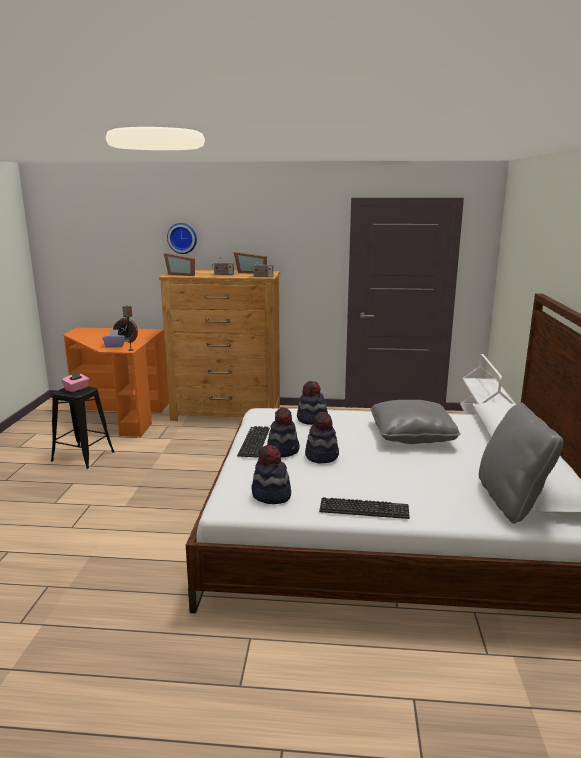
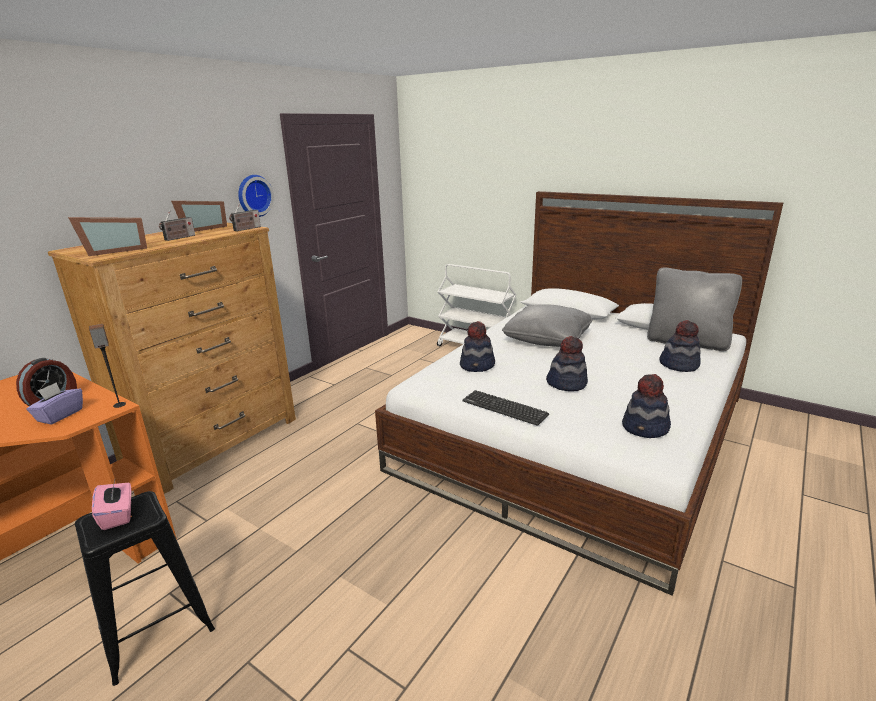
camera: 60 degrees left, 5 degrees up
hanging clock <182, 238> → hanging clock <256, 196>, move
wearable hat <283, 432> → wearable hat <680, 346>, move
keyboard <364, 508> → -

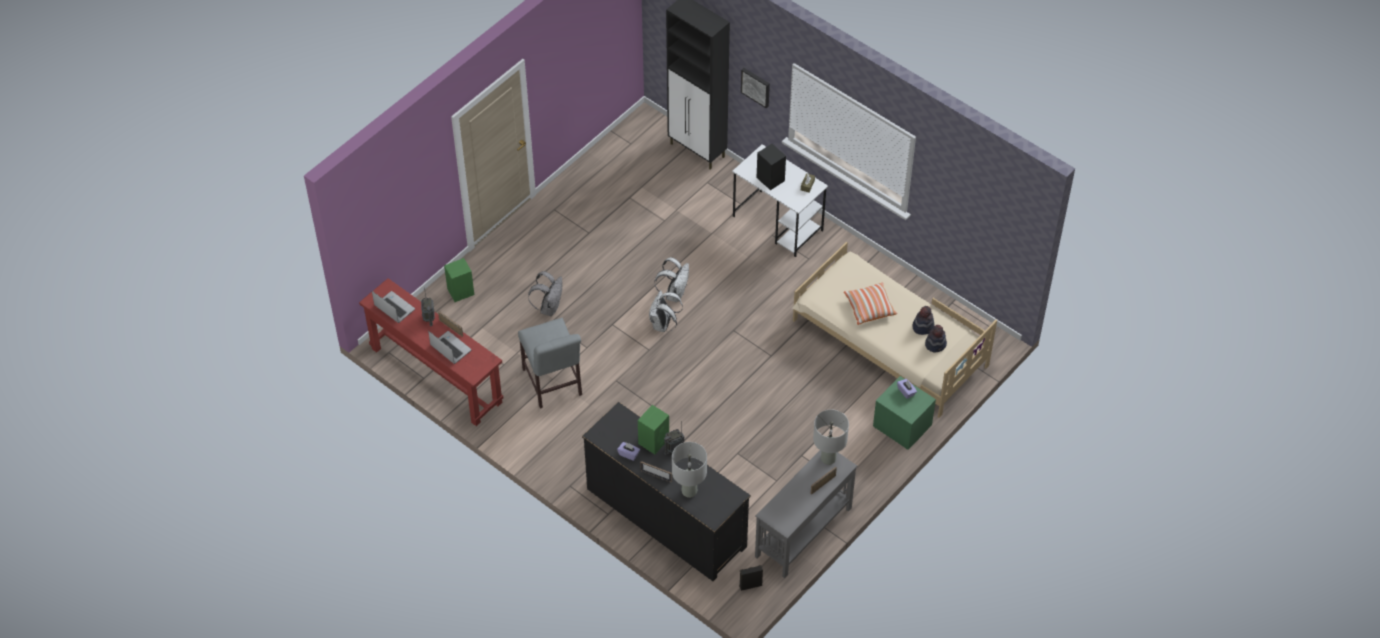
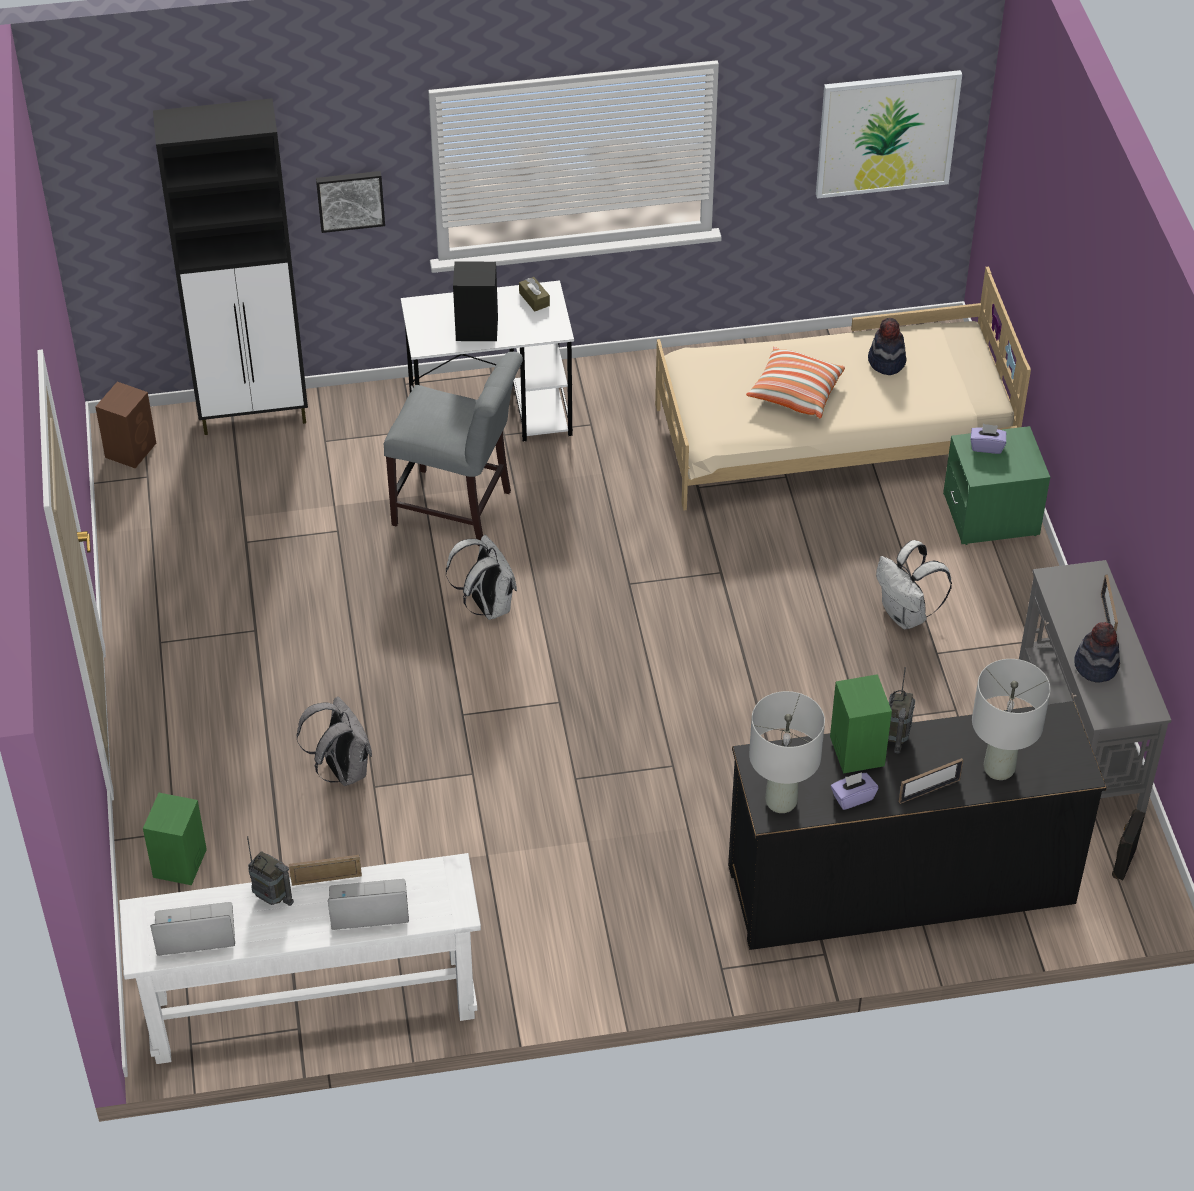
camera: 50 degrees left, 5 degrees down
- → brown loudspeaker <125, 425>
reddish console table <431, 352> → whitish console table <300, 958>
greyish chair <550, 363> → greyish chair <453, 449>, move
greyish tabletop lamp <831, 437> → greyish tabletop lamp <787, 752>, move
- → wall picture <889, 134>
whitish rucksack <666, 311> → whitish rucksack <914, 584>, move
wearable hat <936, 338> → wearable hat <1097, 652>, move

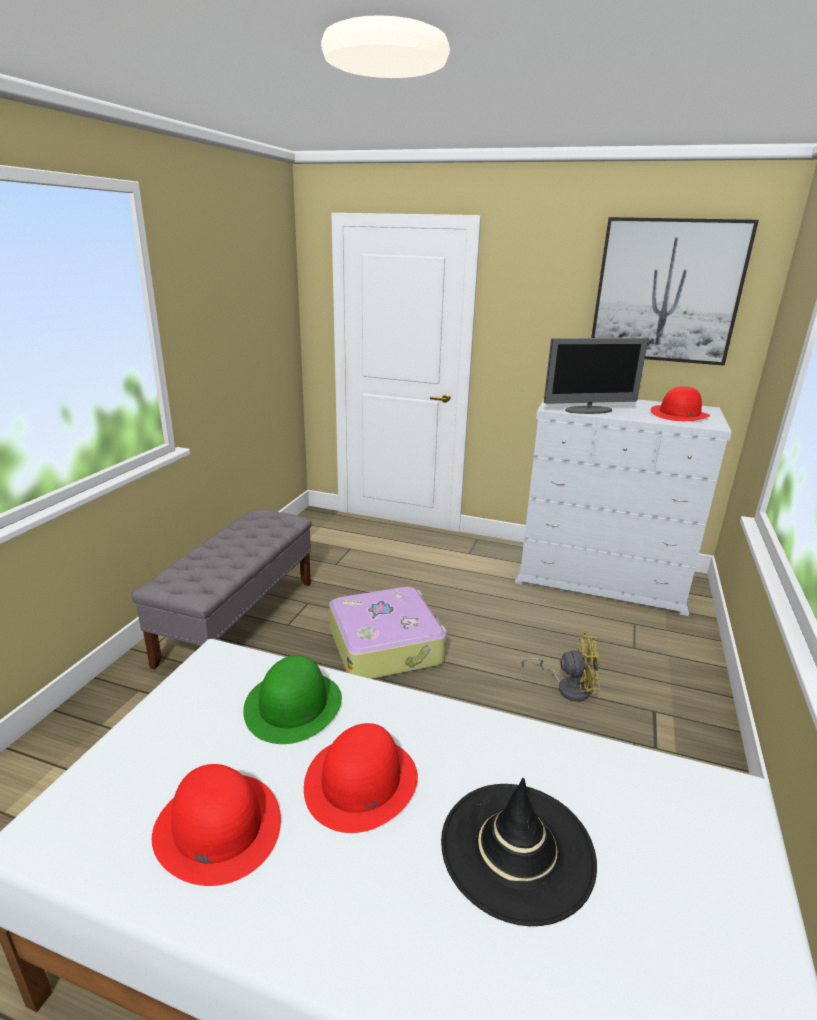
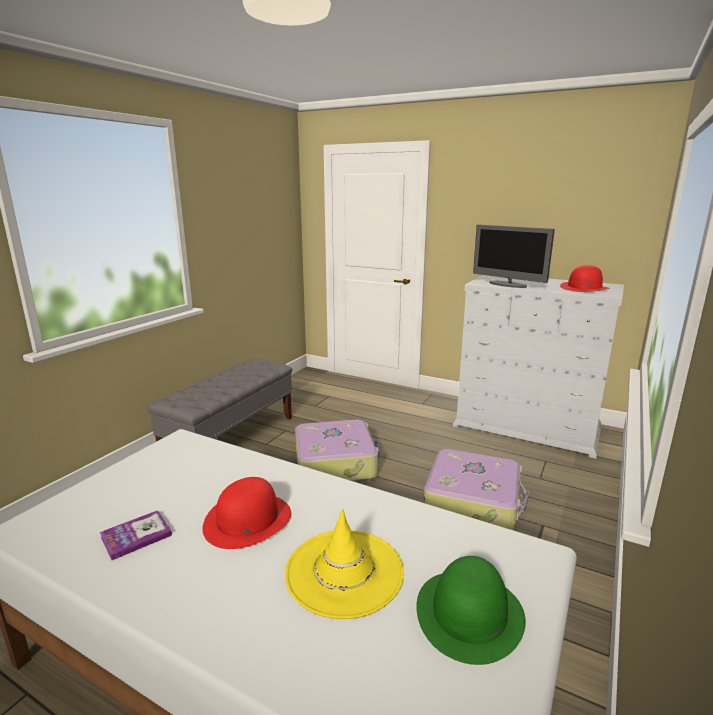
camera: 10 degrees right, 5 degrees down
reddish wearable hat <216, 825> → volume <136, 535>
black wearable hat <519, 852> → yellowish wearable hat <344, 564>
green wearable hat <292, 699> → green wearable hat <471, 610>, move
yellowish electric fan <561, 667> → travel case <476, 490>
computer screen <596, 376> → computer screen <514, 256>, 45 degrees clockwise
wall picture <675, 291> → -

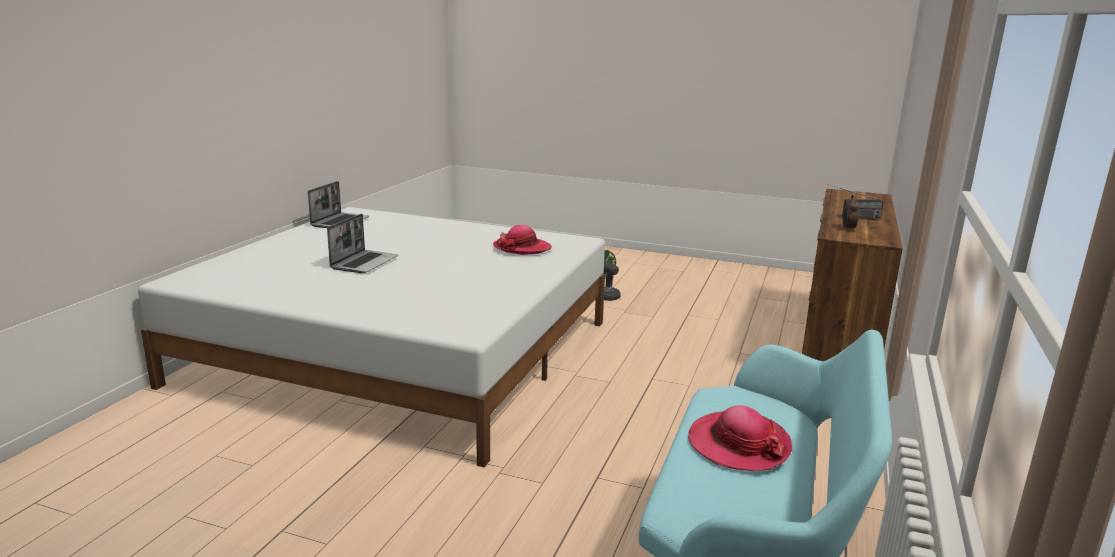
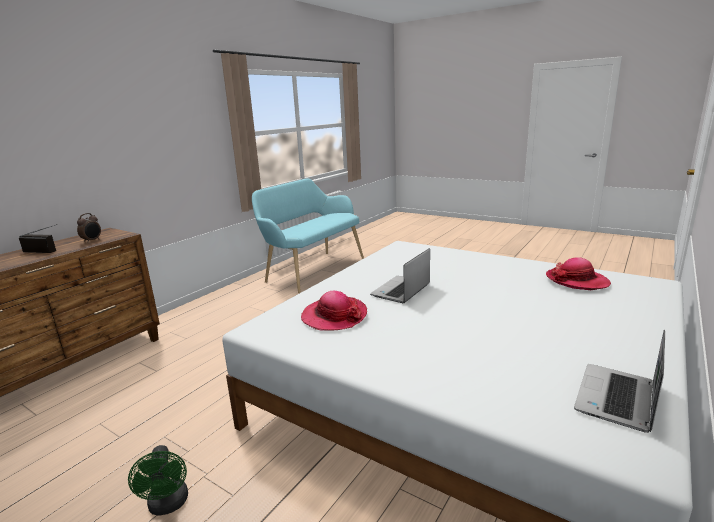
camera: 165 degrees left, 0 degrees up
laptop <362, 243> → laptop <400, 275>, move
wearable hat <740, 438> → wearable hat <578, 273>, move

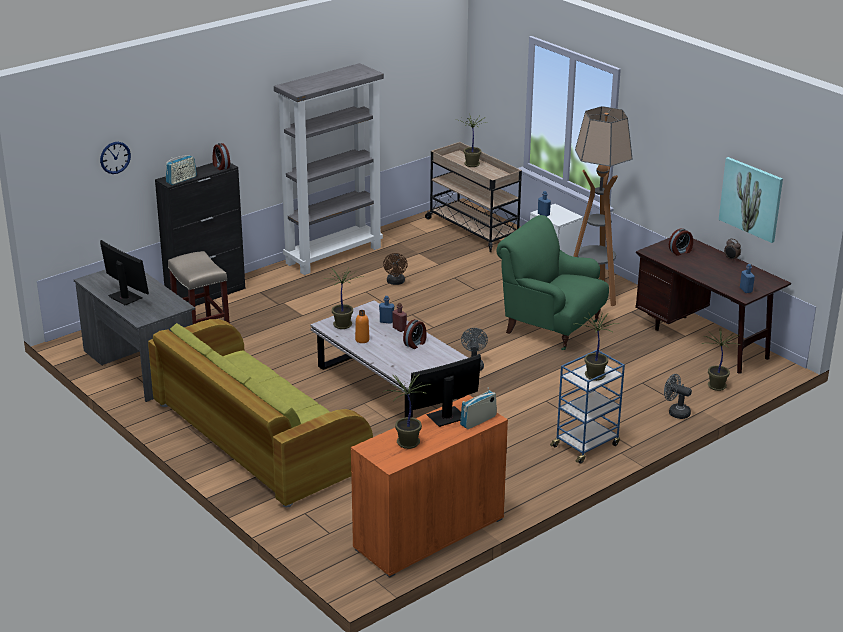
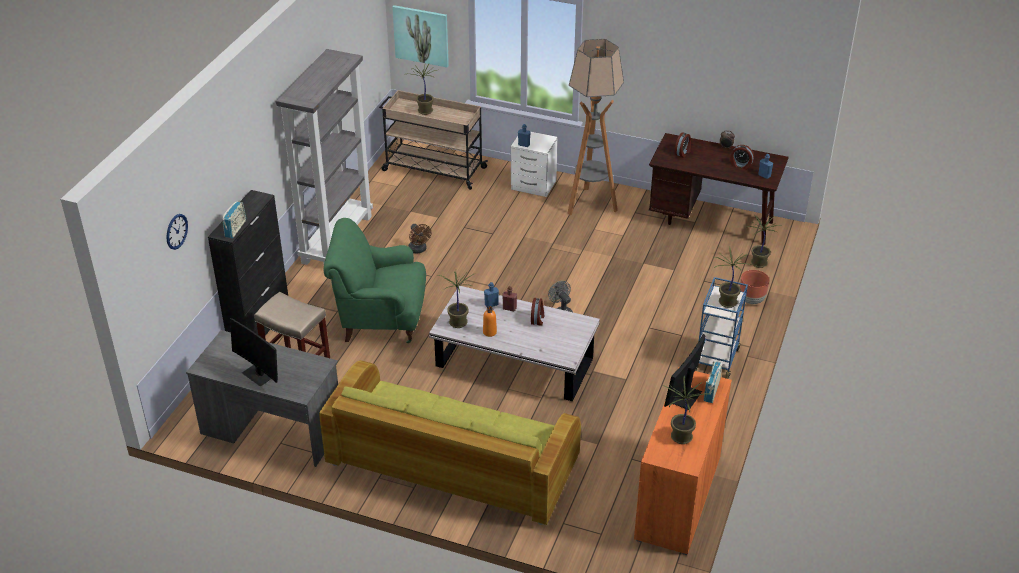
camera: 30 degrees left, 10 degrees up
computer screen <124, 273> → computer screen <254, 352>, 150 degrees counterclockwise
green lounge chair <553, 282> → green lounge chair <375, 280>, move
wall picture <751, 200> → wall picture <420, 36>, move
table clock <221, 156> → table clock <742, 157>, move
greyish electric fan <678, 396> → brown plant pot <754, 287>

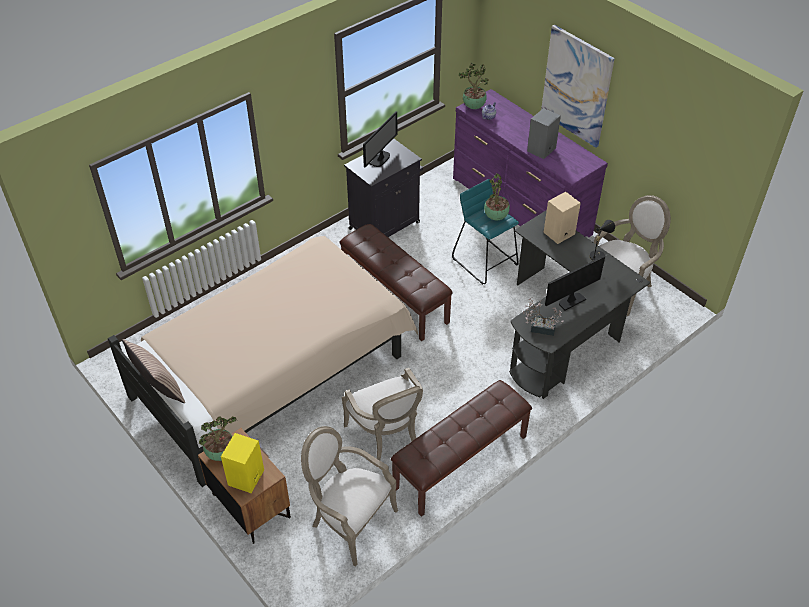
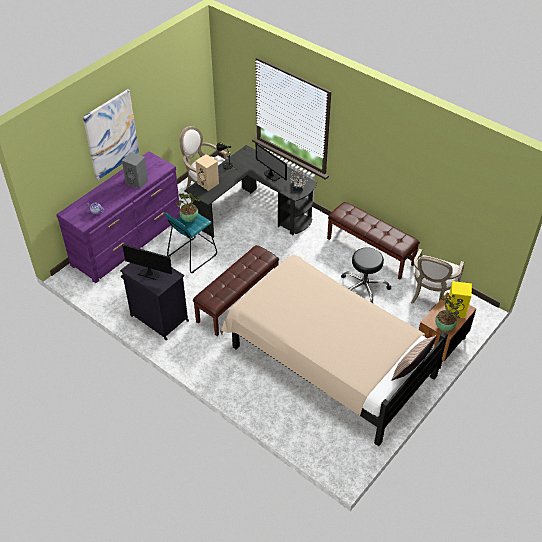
camera: 100 degrees left, 0 degrees up
lounge chair <382, 414> → black sitting stool <366, 275>
plant in a pot <474, 86> → -

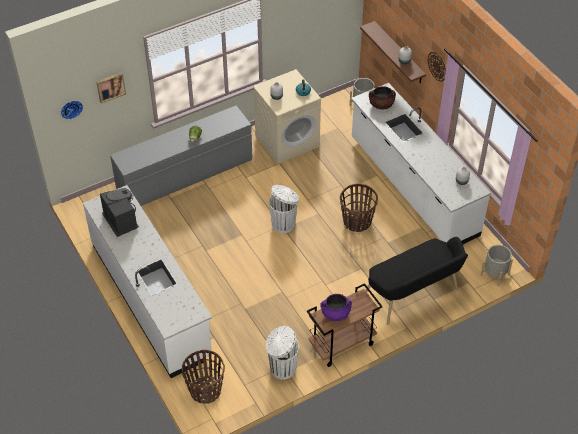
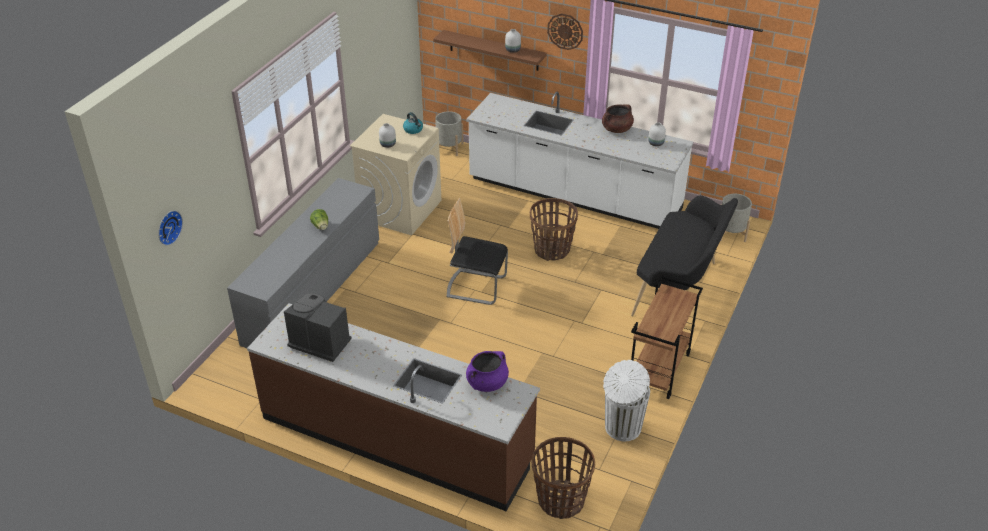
camera: 35 degrees left, 10 degrees down
whitish kitchen base unit <147, 281> → brown kitchen base unit <393, 407>
whitish waste bin <284, 209> → chair <477, 251>
purple-coloured cooking pot <336, 307> → purple-coloured cooking pot <487, 371>, move
brown cooking pot <382, 98> → brown cooking pot <618, 118>, move
wall picture <111, 88> → -

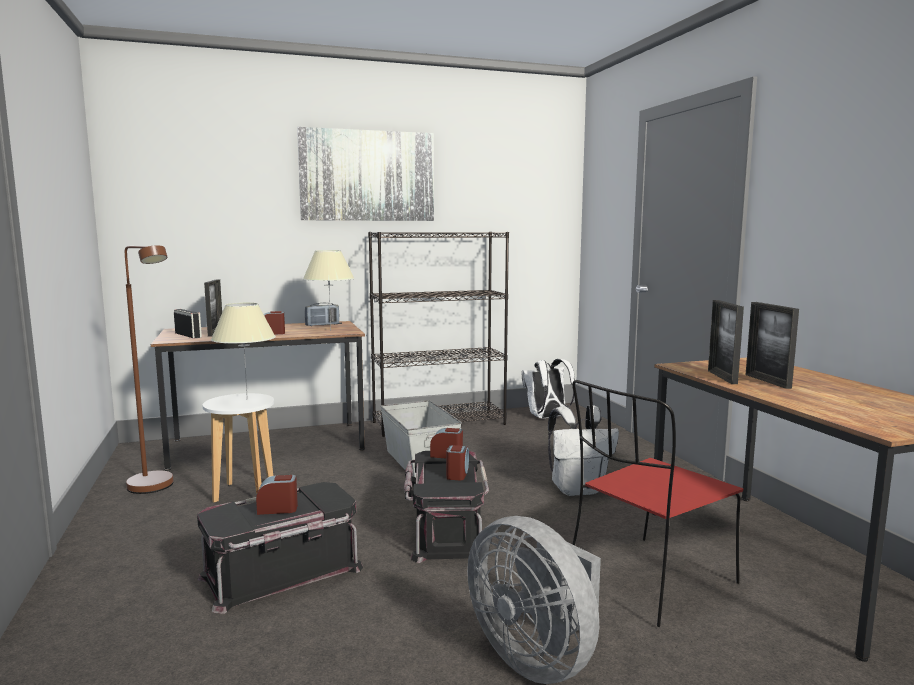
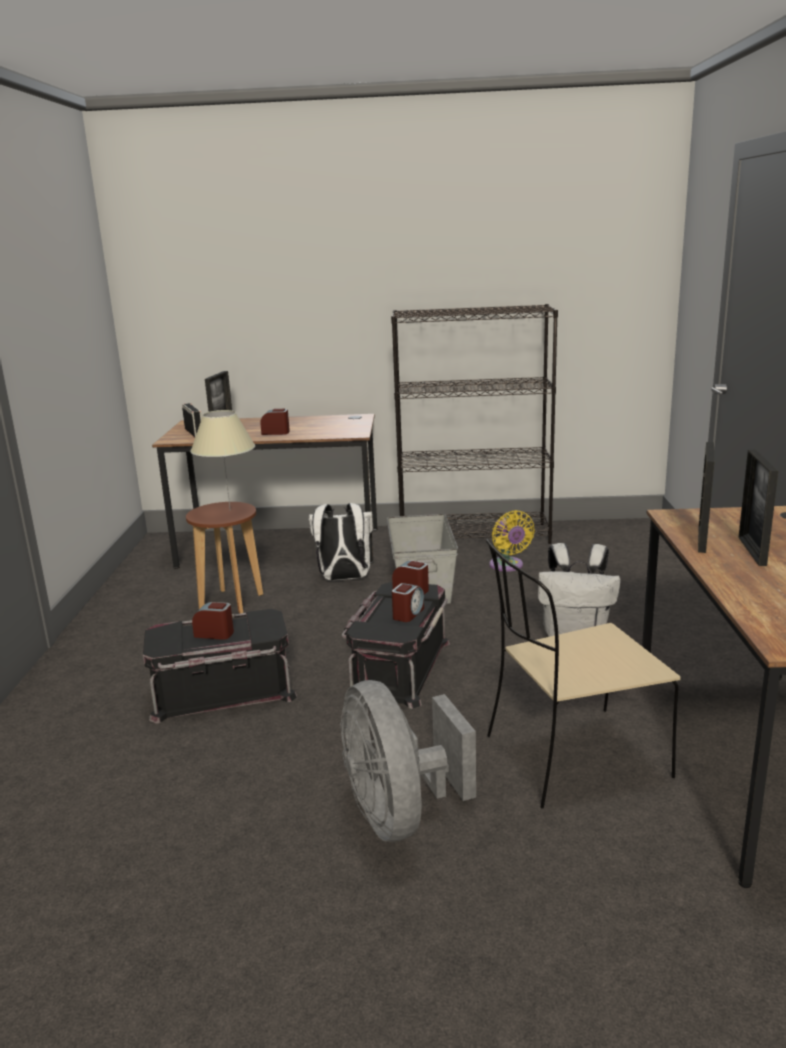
camera: 20 degrees right, 10 degrees up
whitish sitting stool <238, 448> → brown sitting stool <224, 558>
whitish rucksack <548, 389> → whitish rucksack <341, 542>, move
reddish chair <657, 503> → beige-coloured chair <583, 674>
- → yellowish electric fan <512, 541>
brown standard lamp <149, 369> → -
wall picture <365, 174> → -
beige-coloured tabletop lamp <329, 290> → -
radio set <322, 314> → -

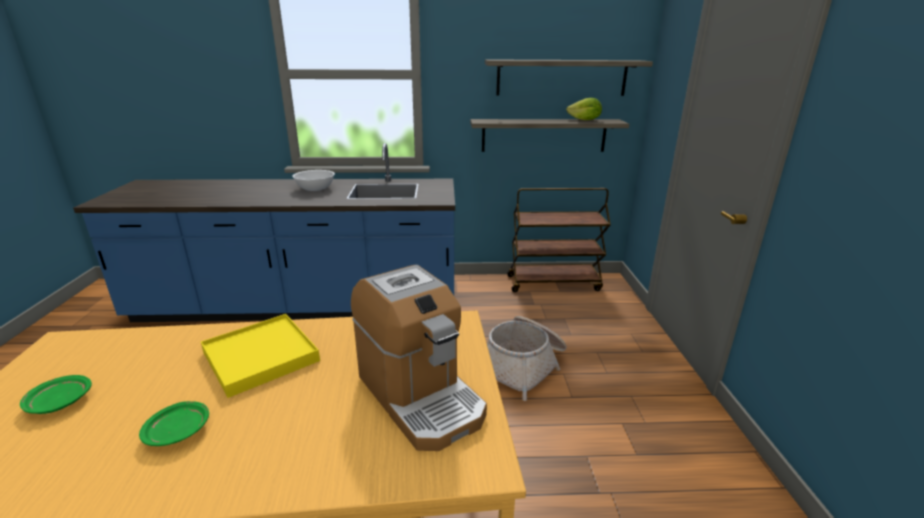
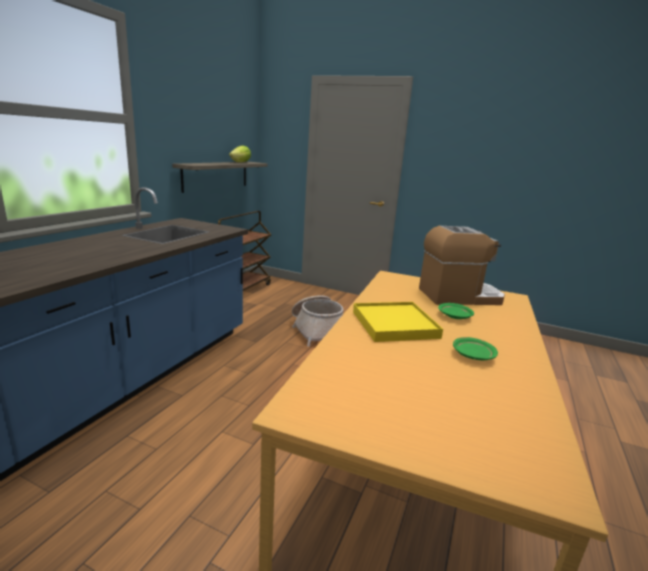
camera: 65 degrees left, 5 degrees down
green dinner plate <56, 394> → green dinner plate <456, 311>, move
whitish deep dish <313, 180> → -
shelf <569, 77> → -

